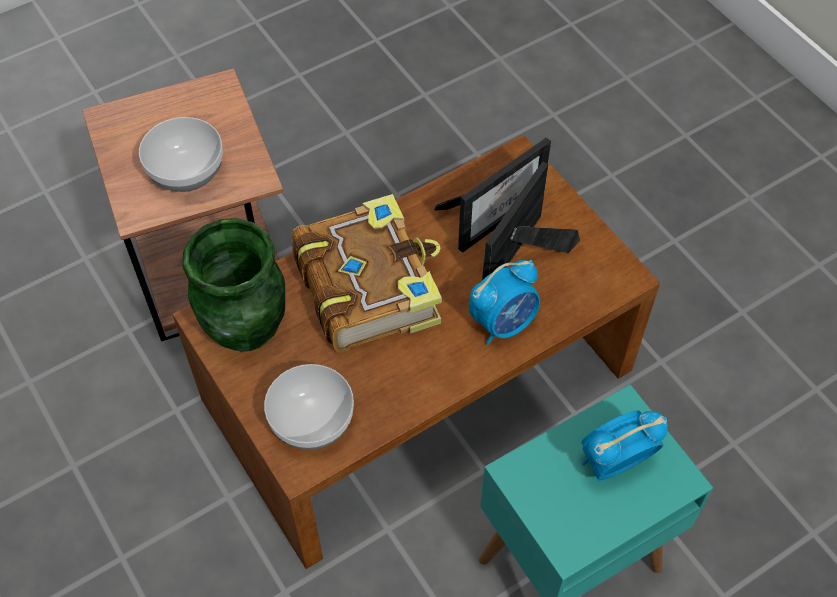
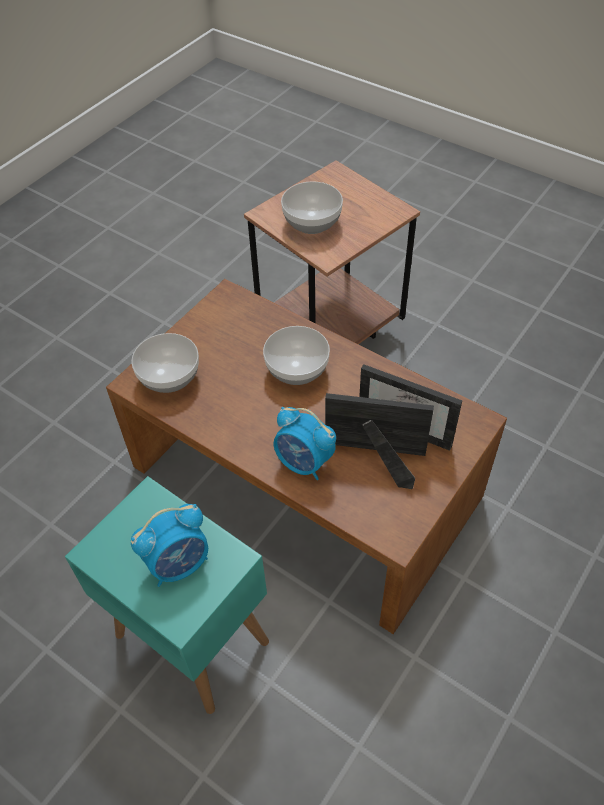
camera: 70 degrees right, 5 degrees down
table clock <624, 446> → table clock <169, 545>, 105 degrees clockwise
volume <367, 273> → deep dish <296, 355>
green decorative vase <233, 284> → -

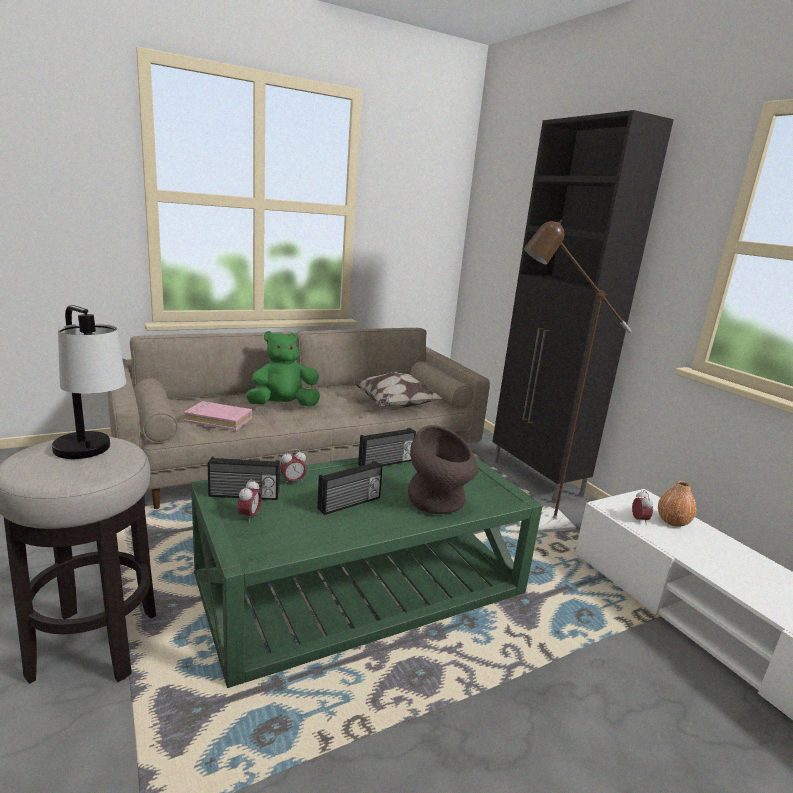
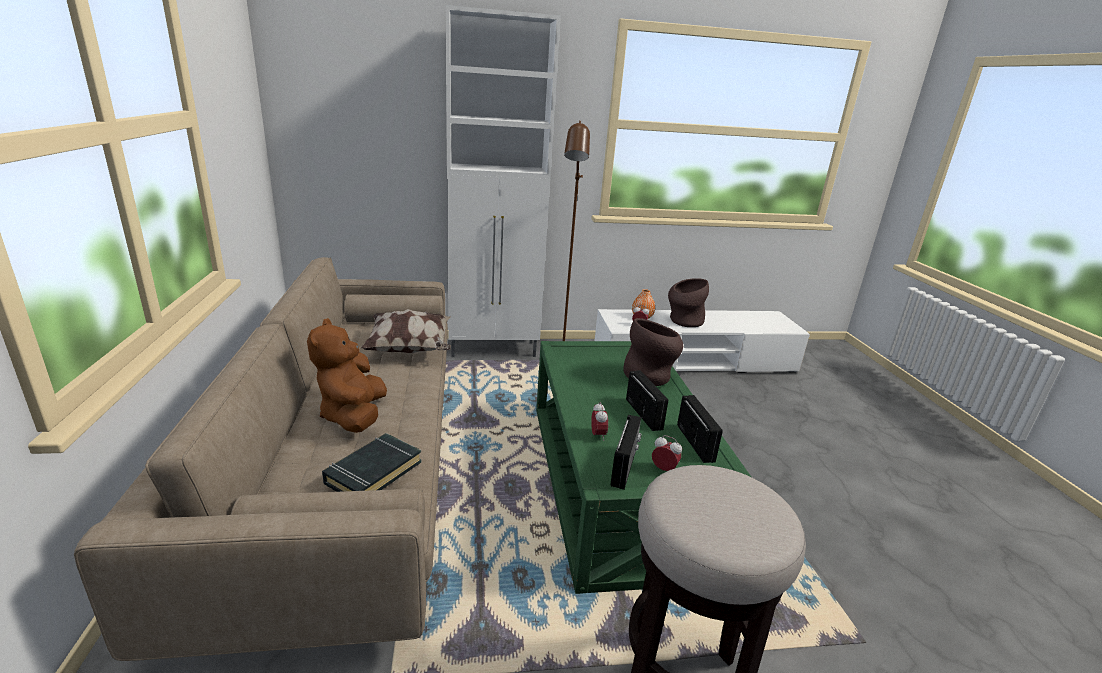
camera: 70 degrees left, 5 degrees up
green plush toy <283, 368> → brown plush toy <347, 375>
pinkish volume <218, 416> → black volume <372, 462>
black cupboard <583, 306> → whitish cupboard <503, 181>
- → brown decorative vase <688, 302>
radio set <387, 447> → radio set <700, 429>, move
tabletop lamp <89, 382> → -

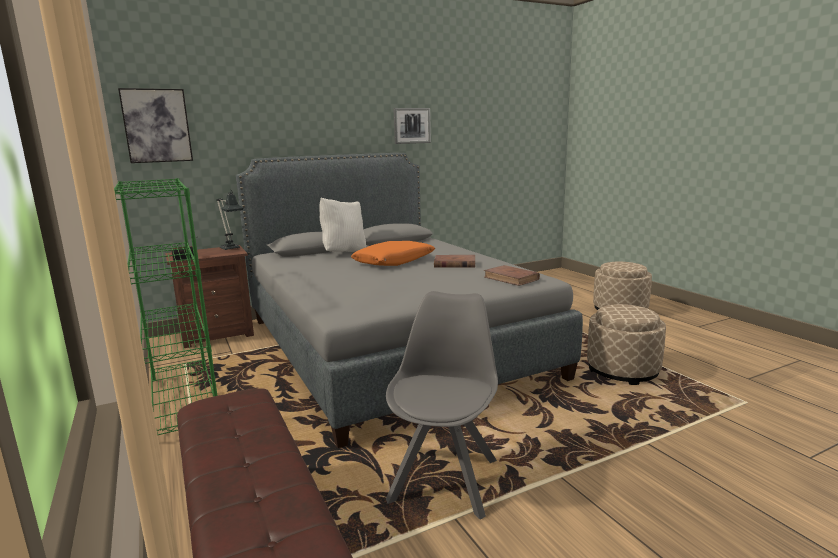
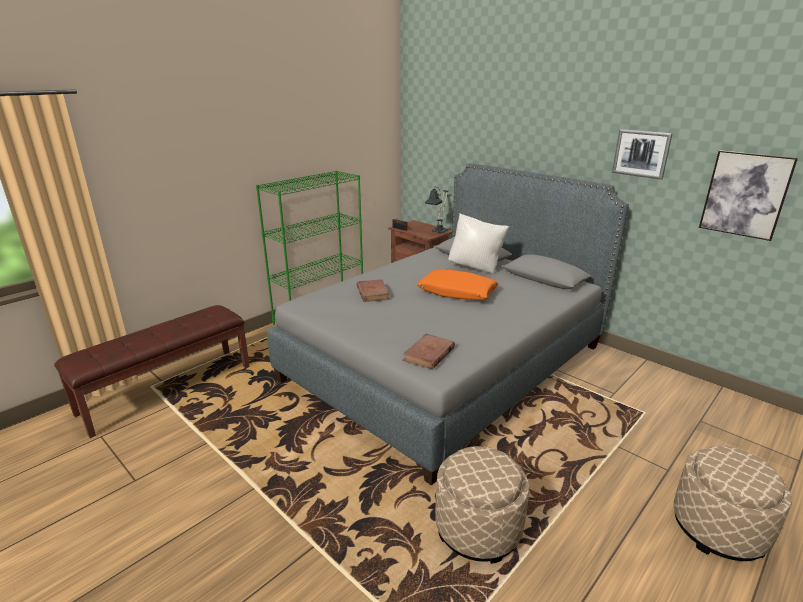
camera: 70 degrees right, 10 degrees up
brown volume <454, 261> → brown volume <373, 290>, move
wall picture <155, 125> → wall picture <748, 195>, move
greyish chair <442, 405> → -

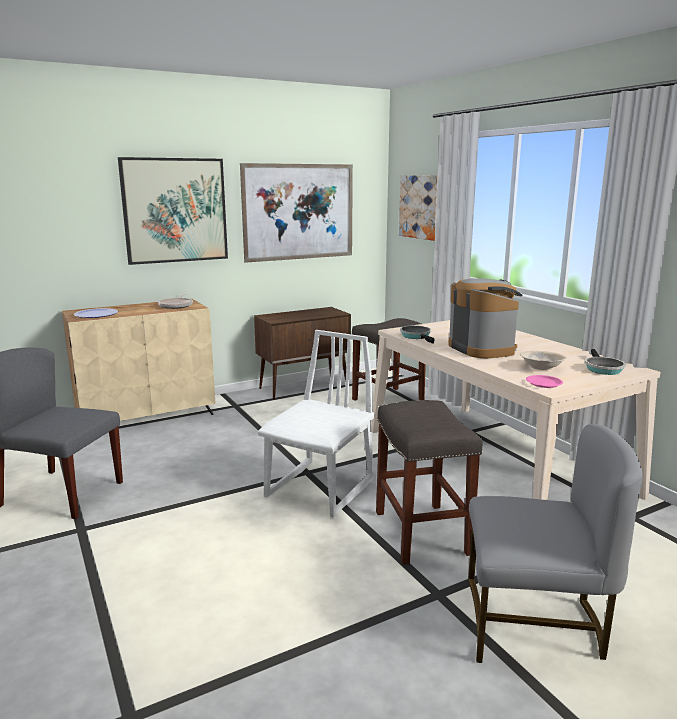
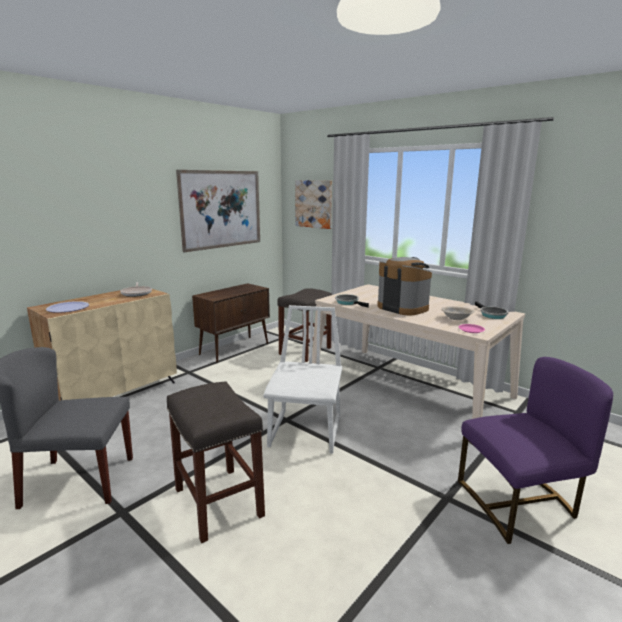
camera: 20 degrees left, 0 degrees up
greyish sitting stool <429, 482> → greyish sitting stool <216, 462>, move
greyish chair <555, 543> → purple-coloured chair <535, 450>
wall picture <173, 211> → -

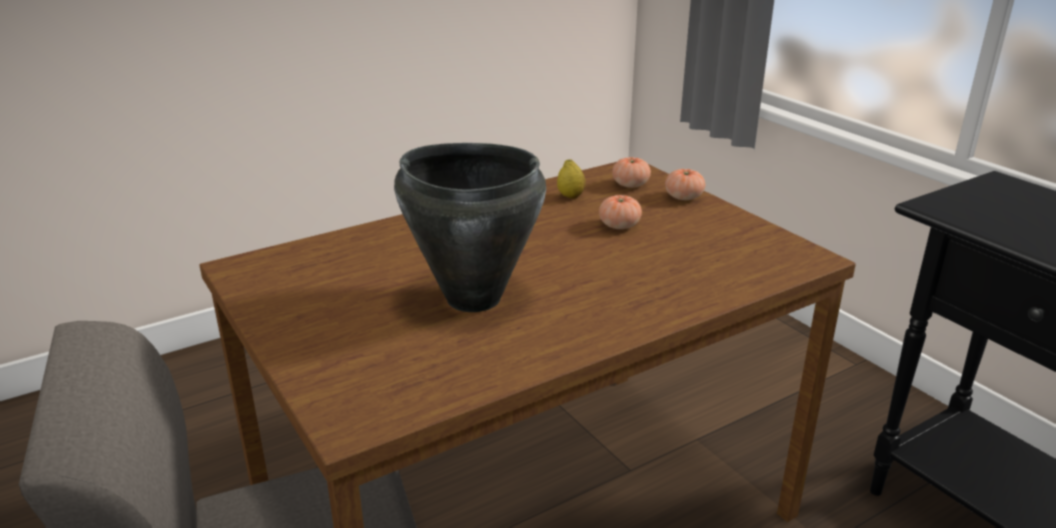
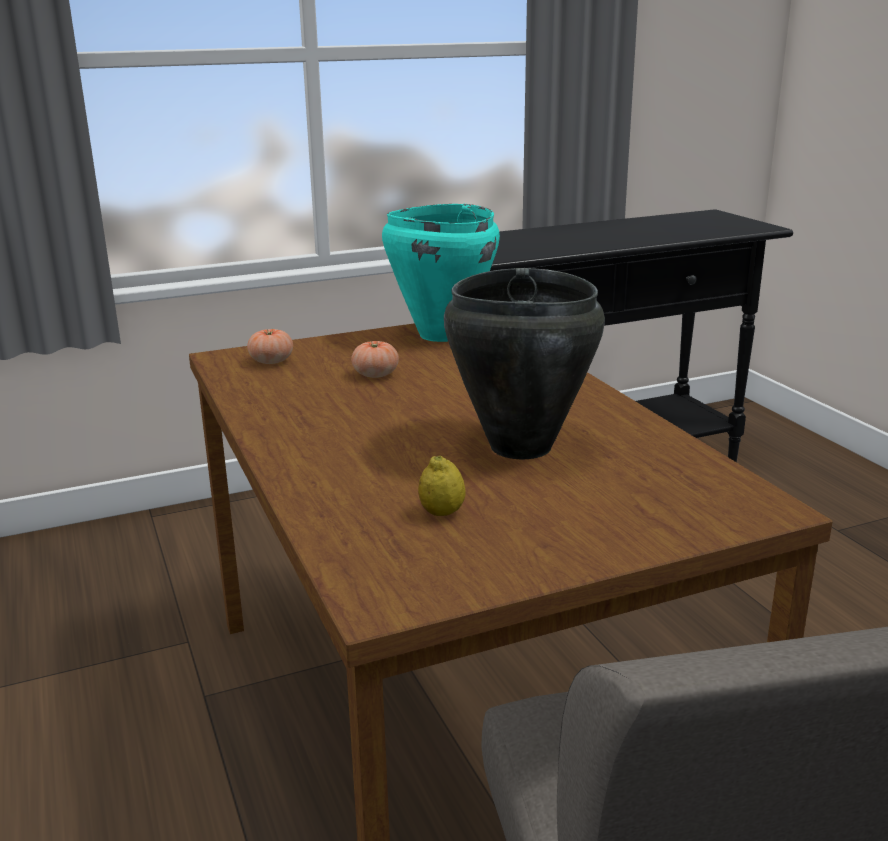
camera: 80 degrees left, 5 degrees down
- → turquoise cooking pot <441, 273>
citrus fruit <571, 179> → citrus fruit <442, 486>, move
fresh tomato <685, 184> → -

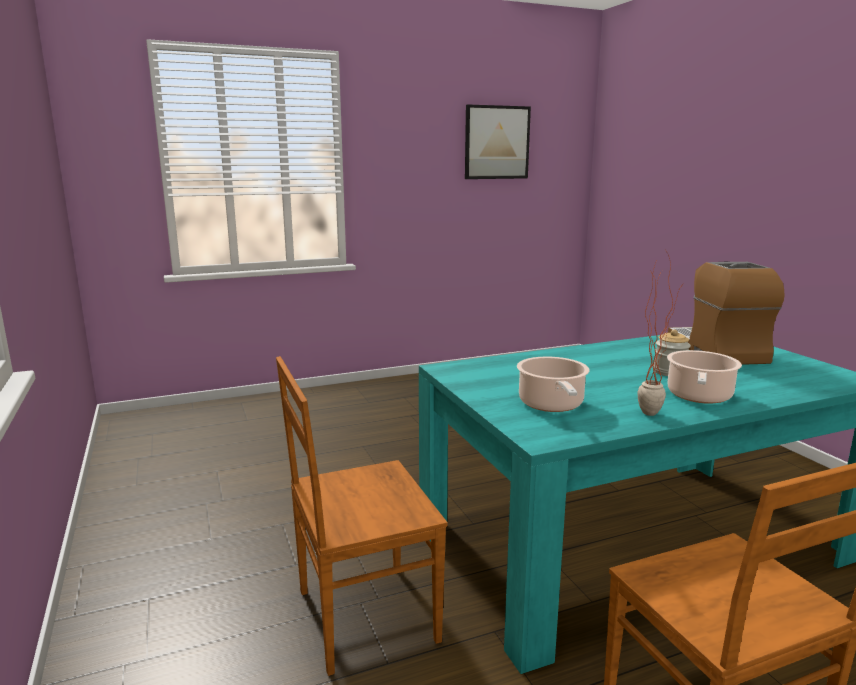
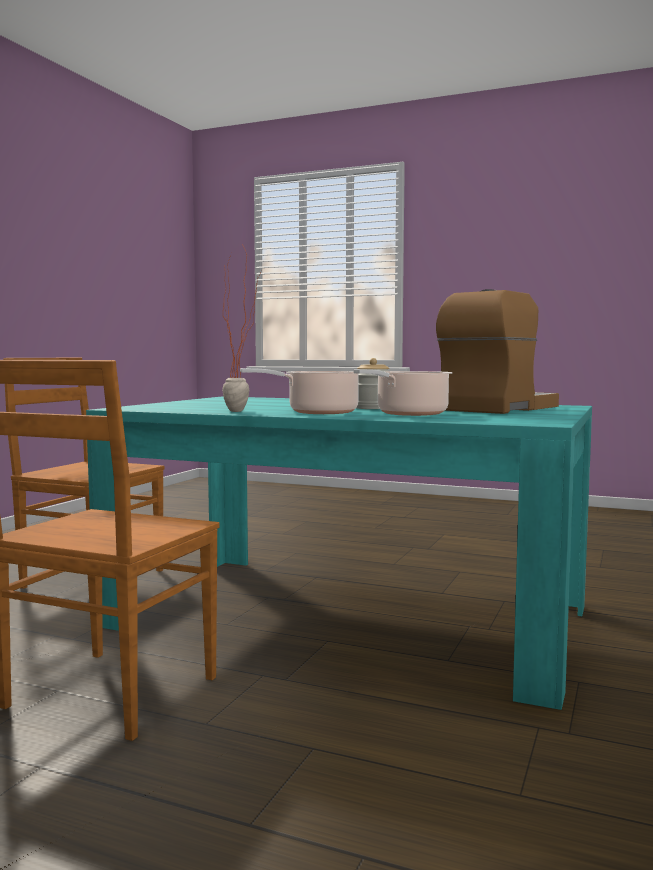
camera: 45 degrees right, 10 degrees down
cooking pot <553, 384> → cooking pot <403, 392>, move
wall picture <498, 142> → -

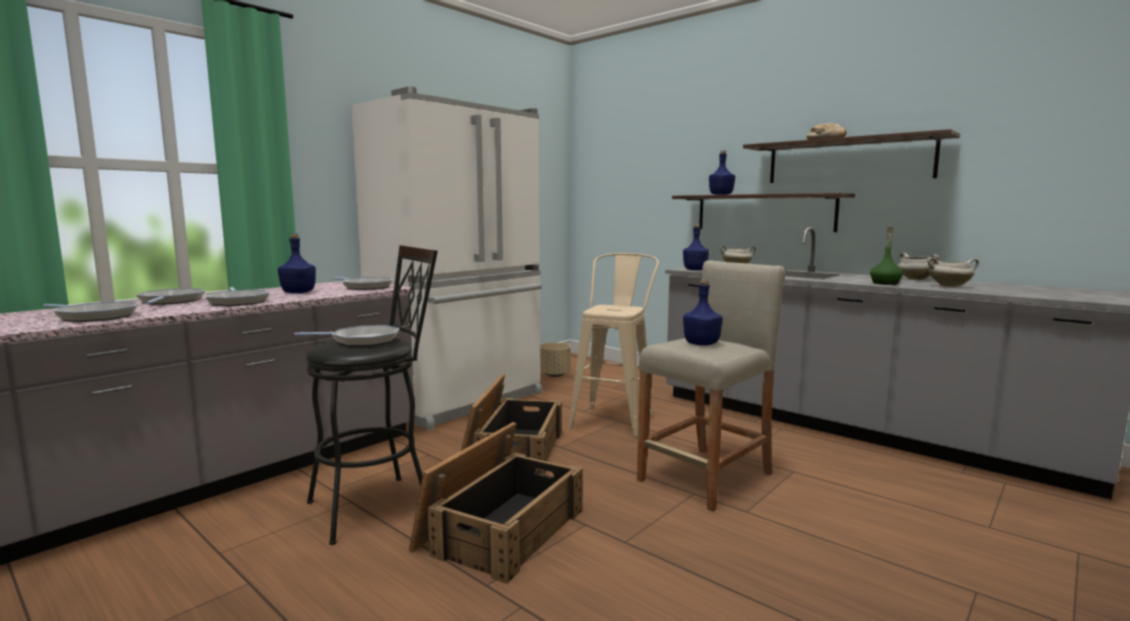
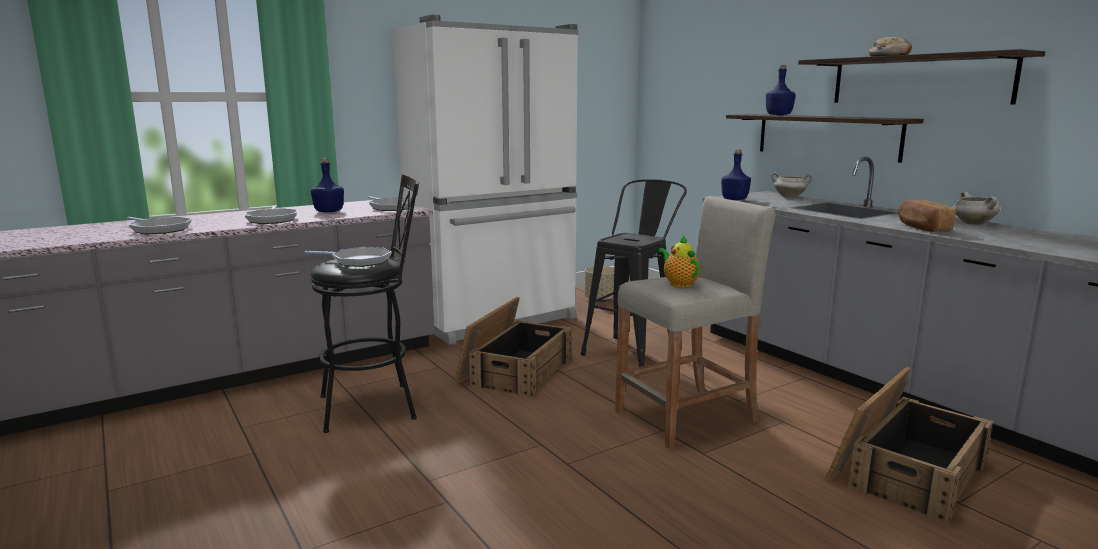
camera: 15 degrees right, 5 degrees up
beige-coloured sitting stool <613, 345> → black sitting stool <634, 273>
blue-coloured beverage bottle <703, 312> → teapot <679, 261>
shipping crate <496, 503> → shipping crate <908, 446>, move
green beverage bottle <886, 256> → bakery bread <926, 216>
frying pan <171, 296> → -
whitish cooking pot <953, 272> → -

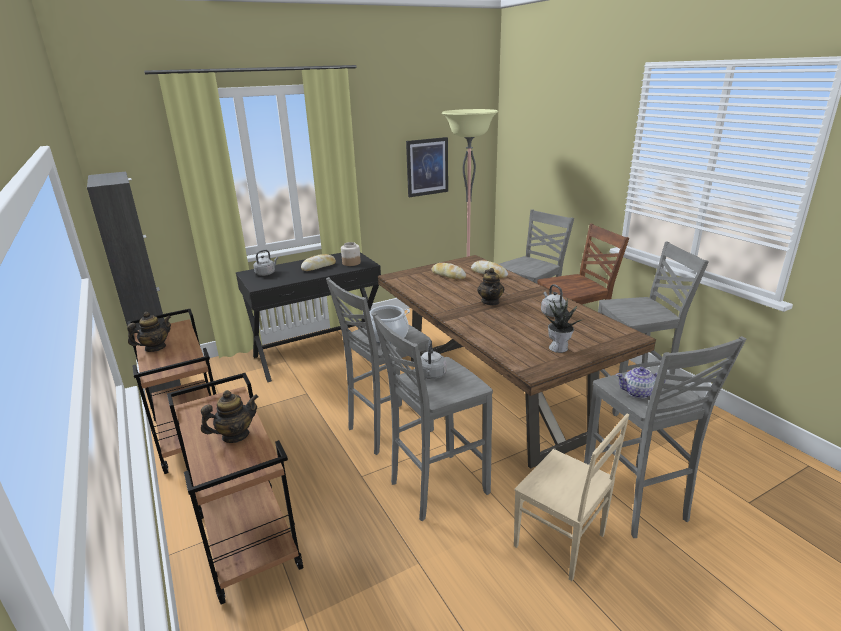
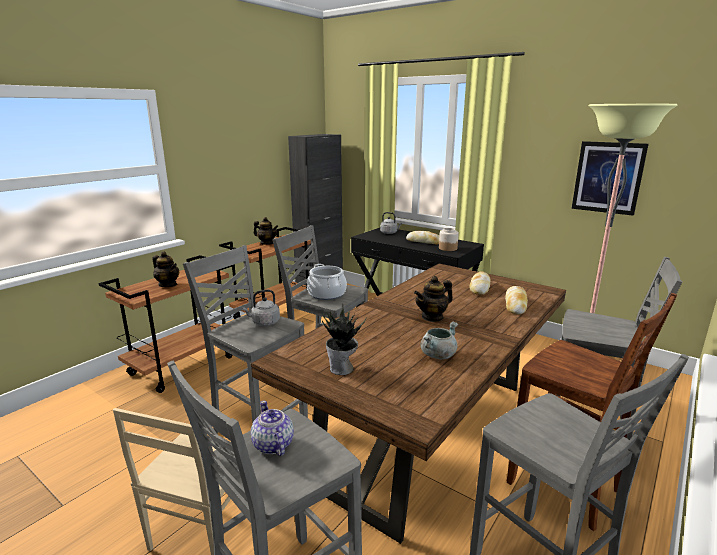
camera: 65 degrees right, 5 degrees down
greyish tea kettle <553, 300> → greyish cooking pot <439, 340>

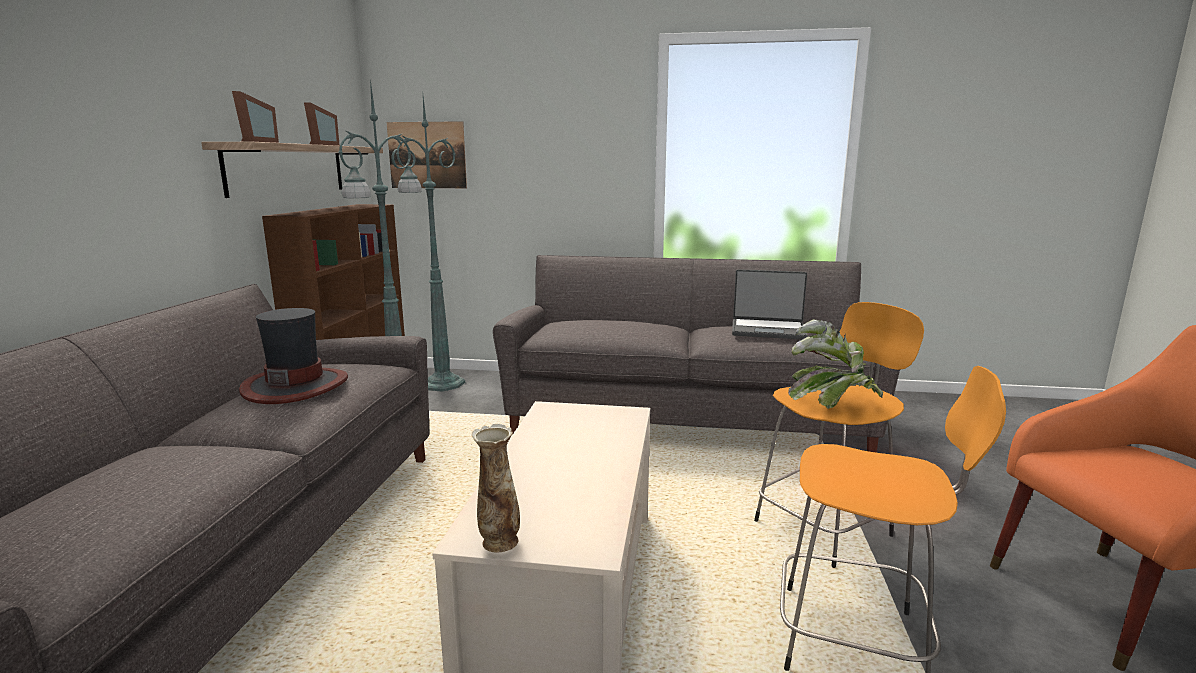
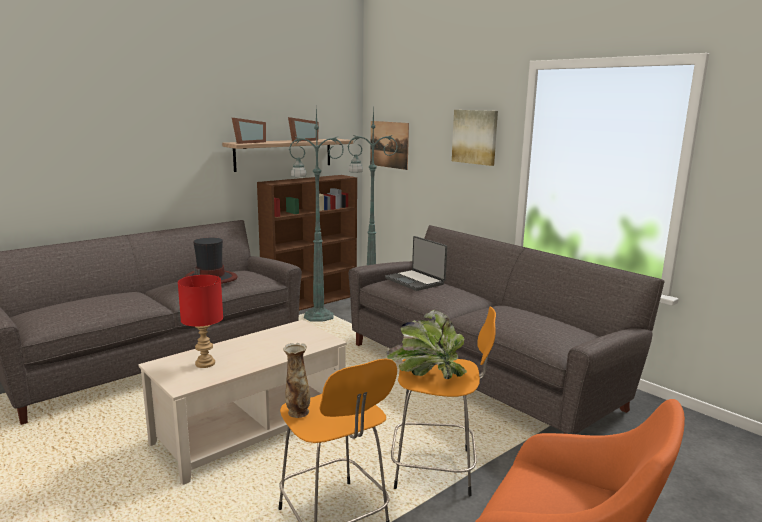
camera: 40 degrees right, 0 degrees up
- → reddish tabletop lamp <200, 321>
decorative vase <496, 488> → decorative vase <296, 380>, move
laptop <770, 304> → laptop <416, 263>, move
- → wall picture <475, 138>

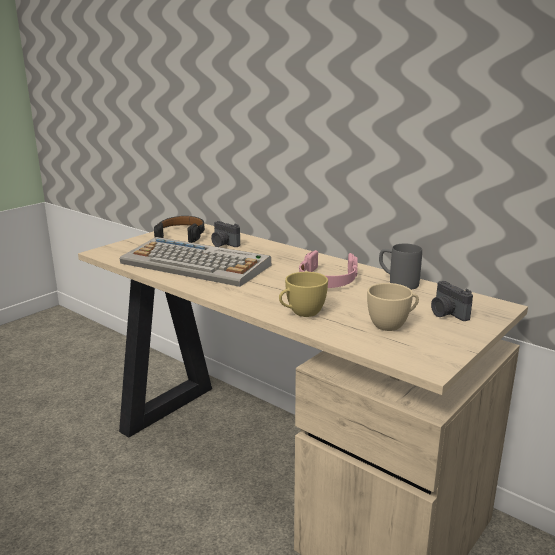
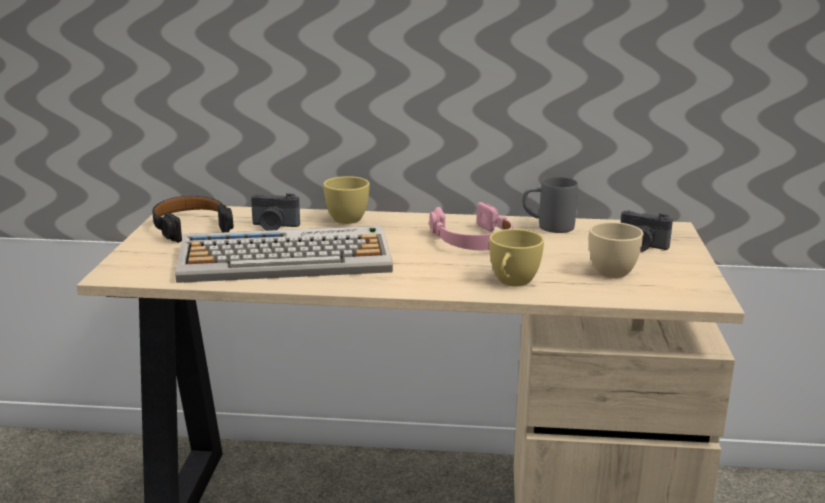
camera: 35 degrees left, 0 degrees up
- → yellowish cup <346, 200>

